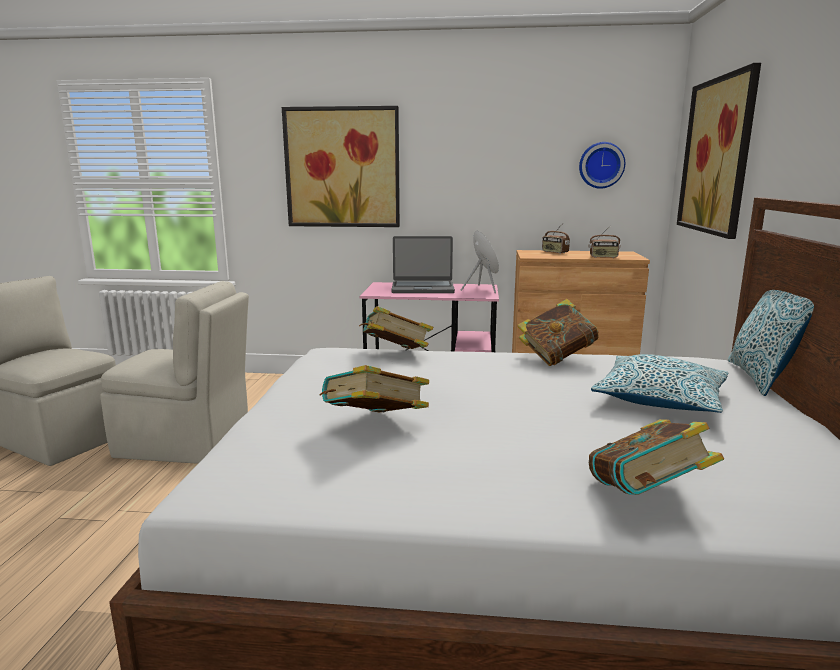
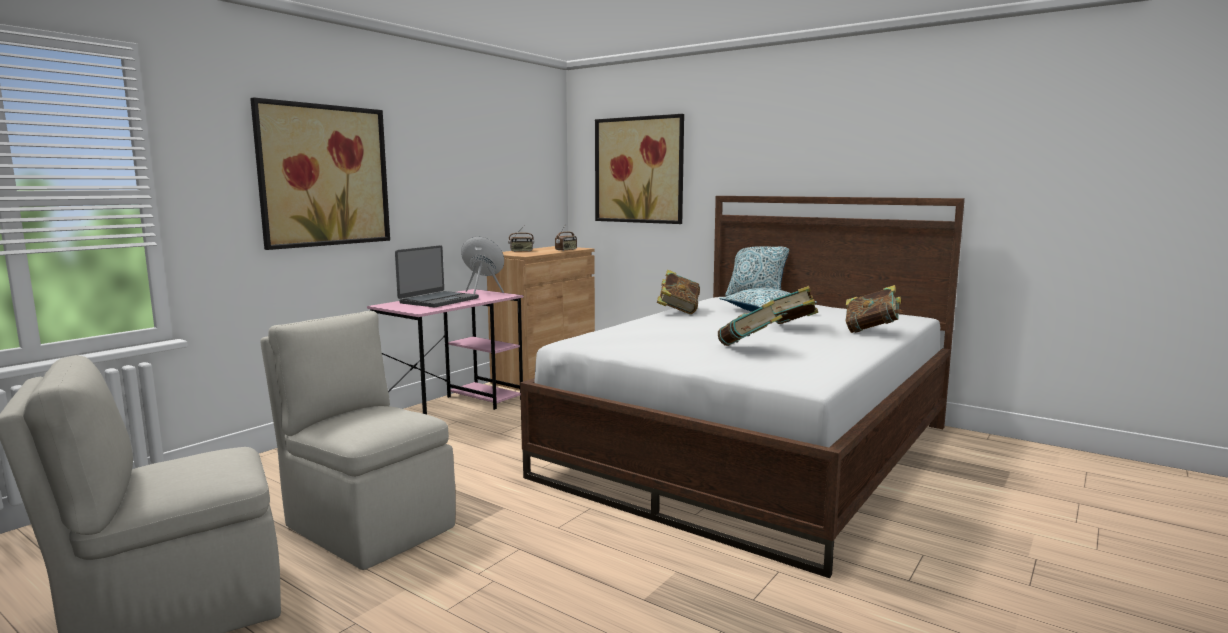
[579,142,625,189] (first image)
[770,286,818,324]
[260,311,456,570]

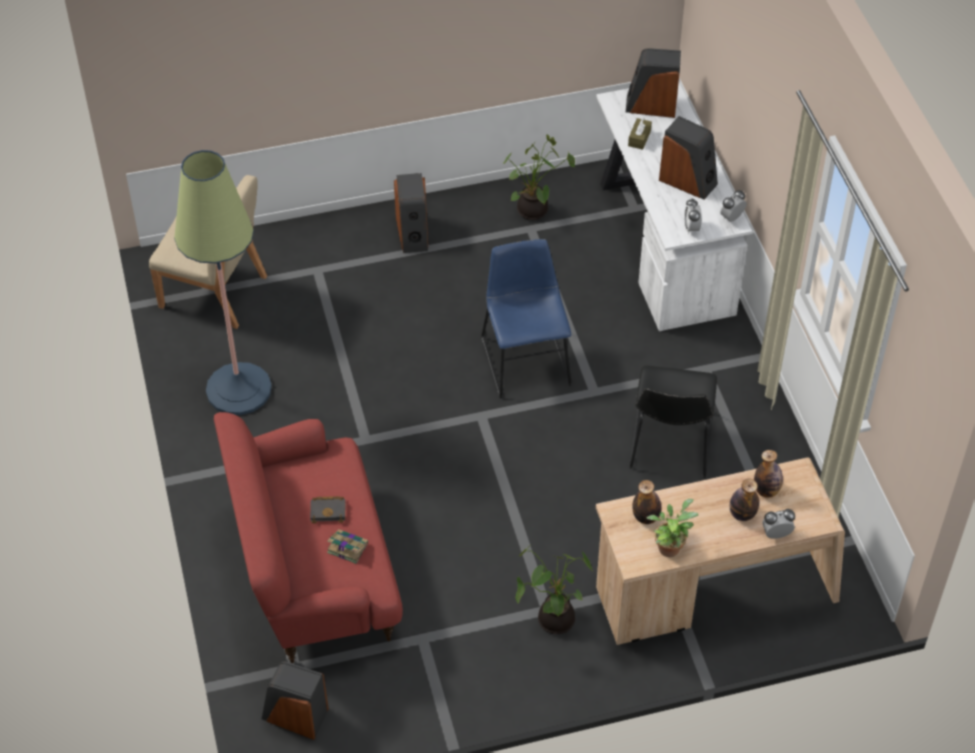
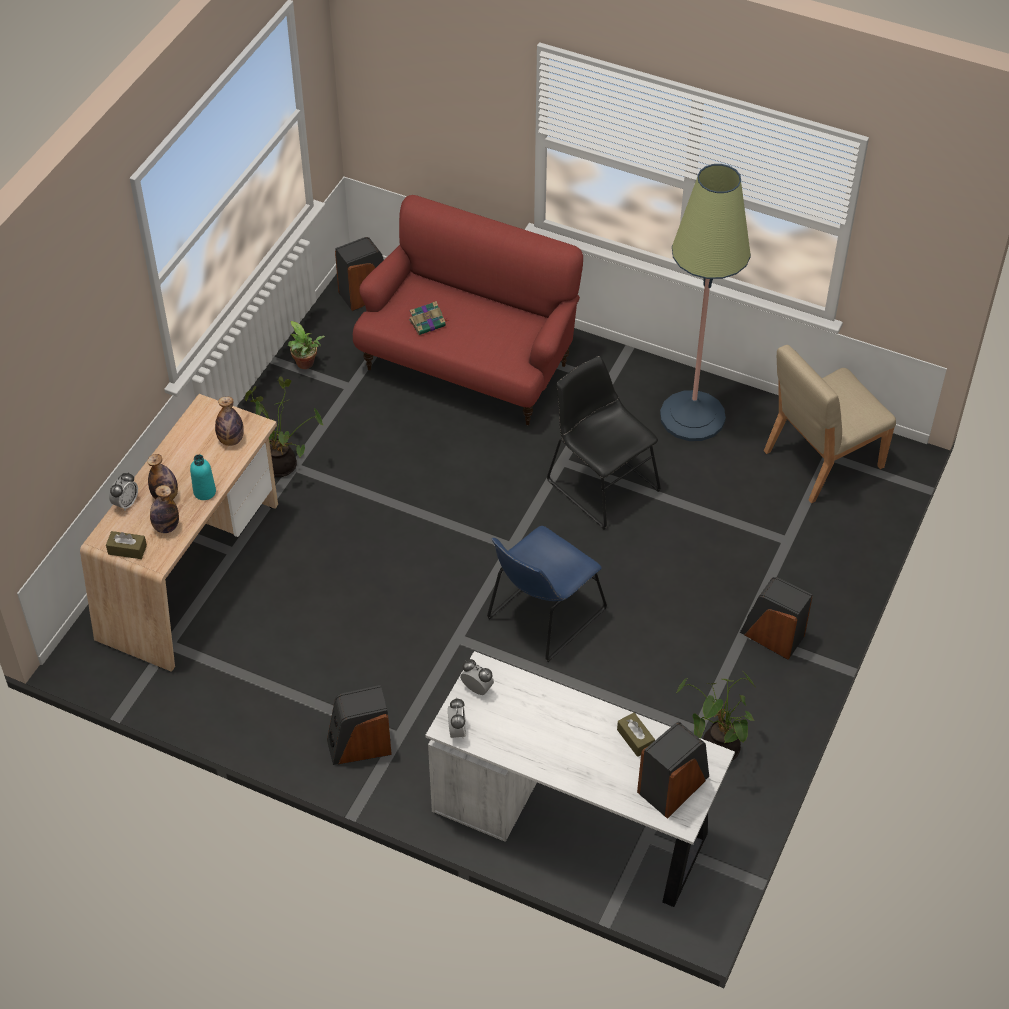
[310,496,345,524] (first image)
[106,531,147,559]
[190,454,216,500]
[547,356,661,529]
[288,321,325,369]
[327,685,392,765]
[487,526,607,662]

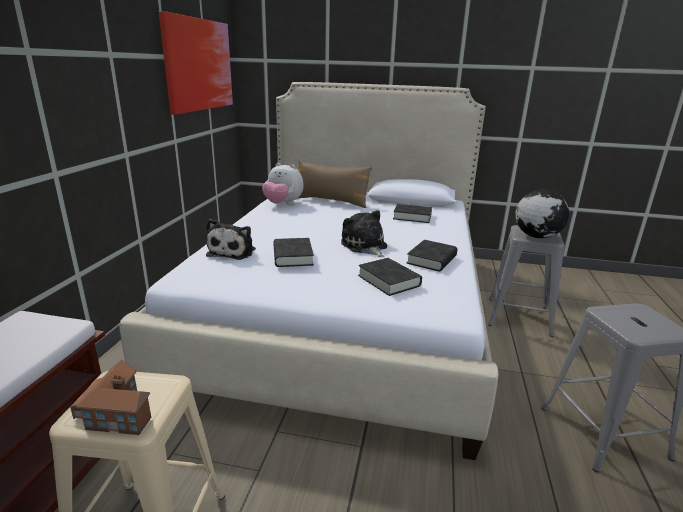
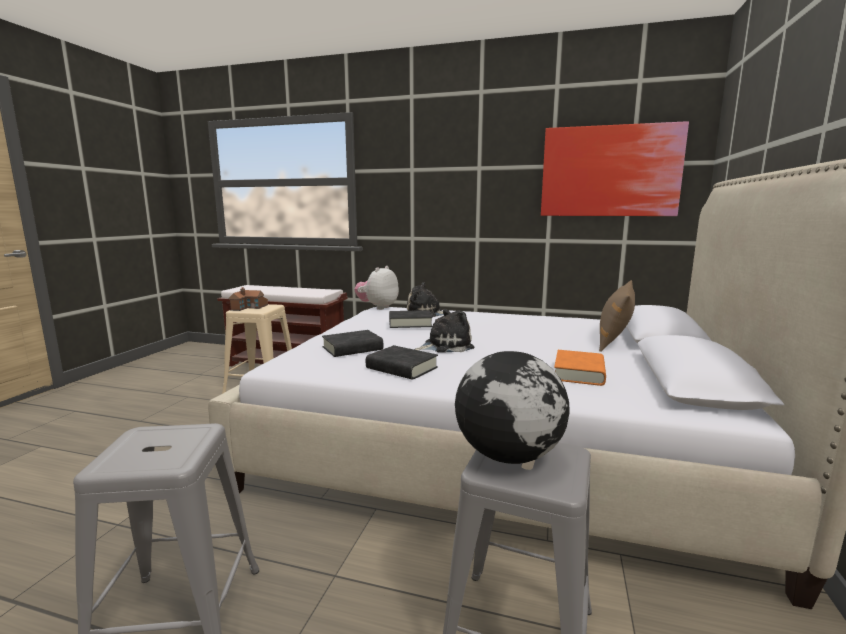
[355,266,399,310]
[554,350,606,386]

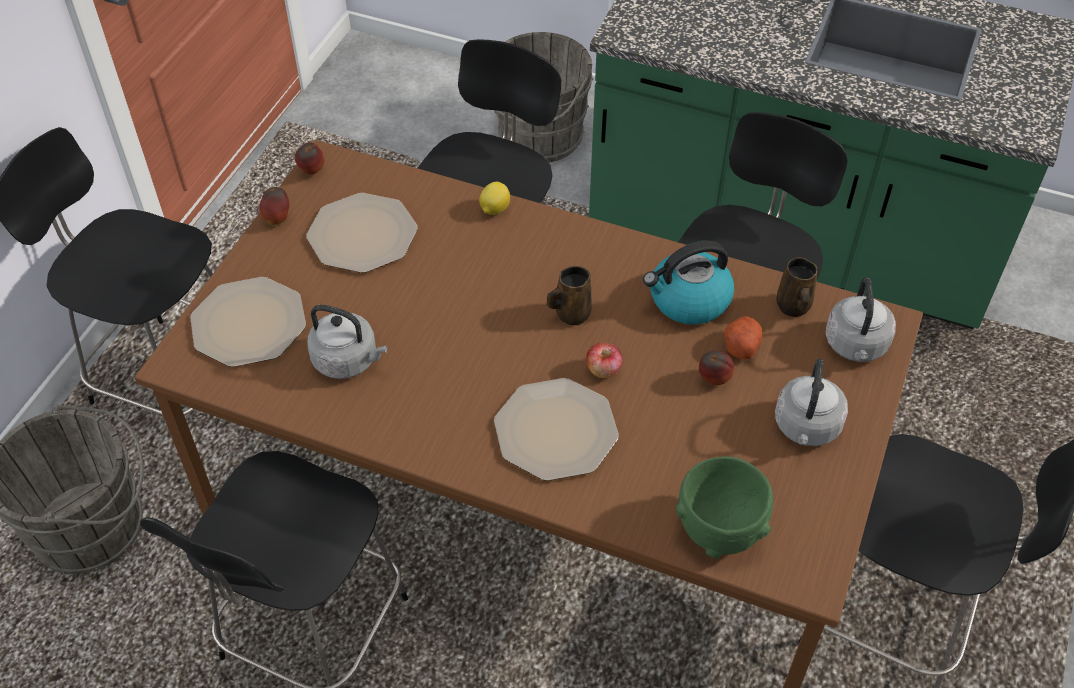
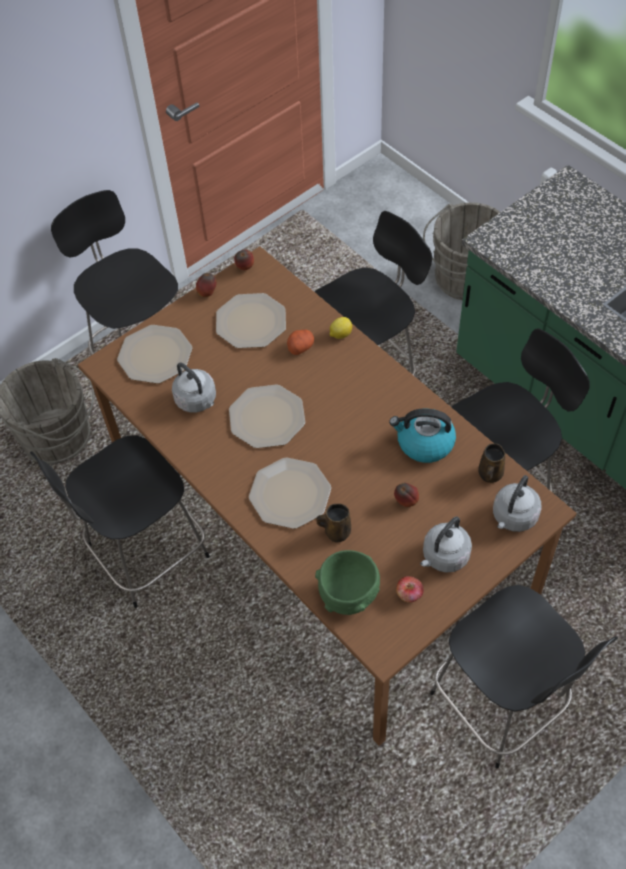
[229,384,305,448]
[317,503,351,543]
[396,576,424,603]
[287,329,314,355]

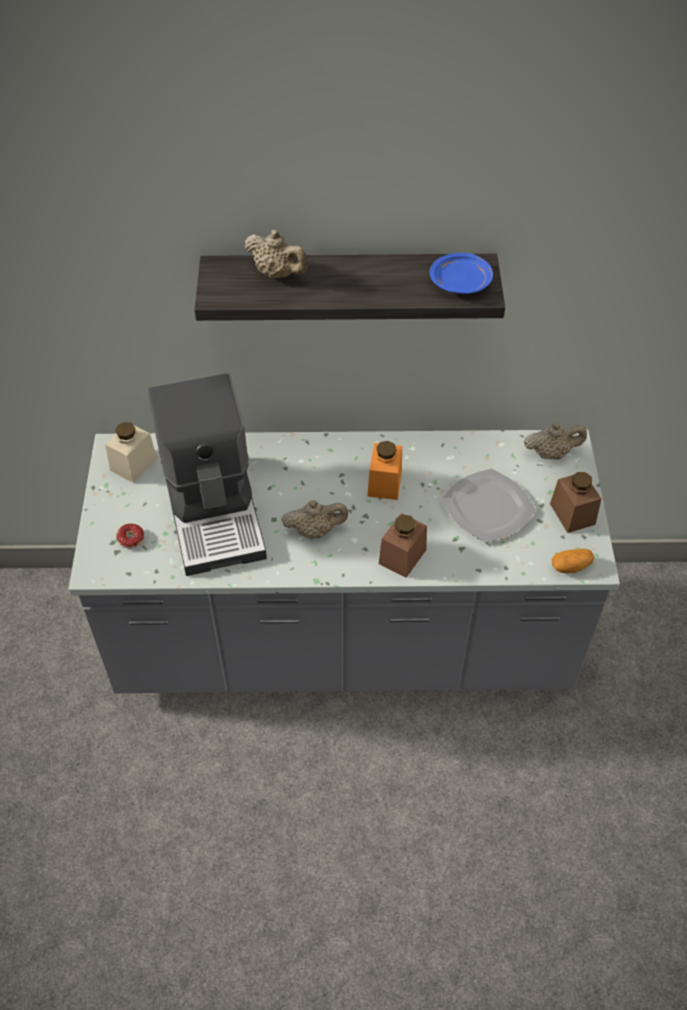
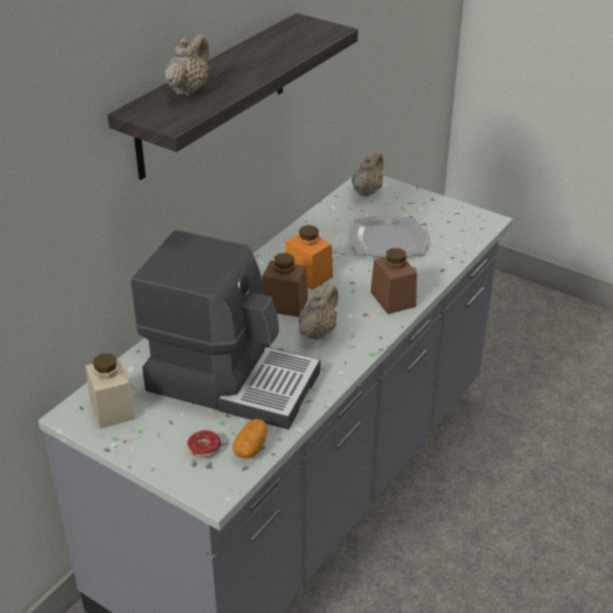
[430,253,493,294] (first image)
[262,253,308,317]
[232,419,267,459]
[165,34,209,96]

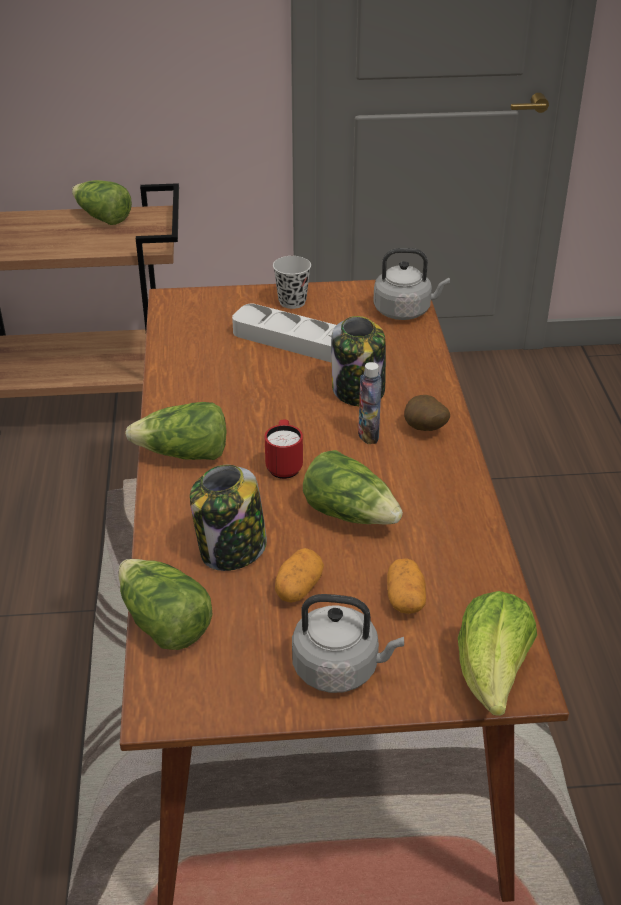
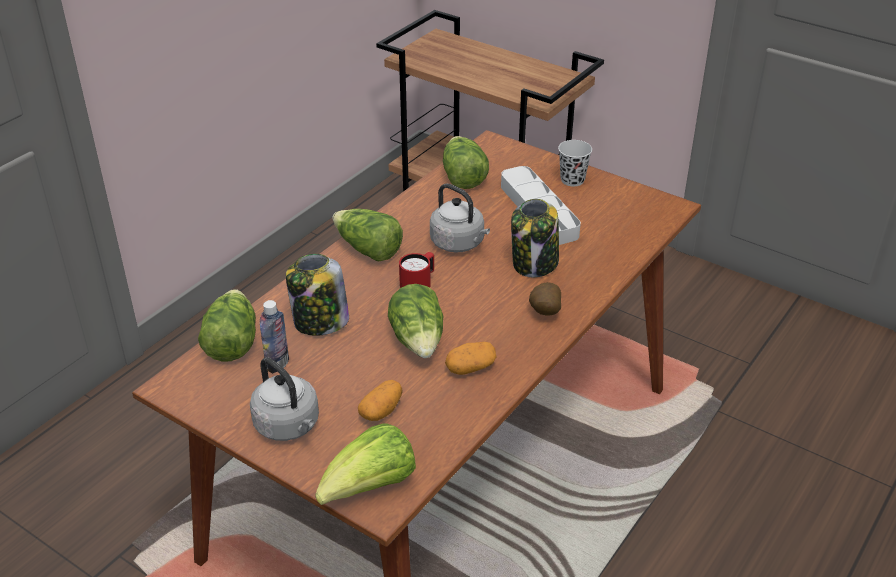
[443,136,489,189]
[445,342,497,375]
[260,300,289,373]
[430,183,490,253]

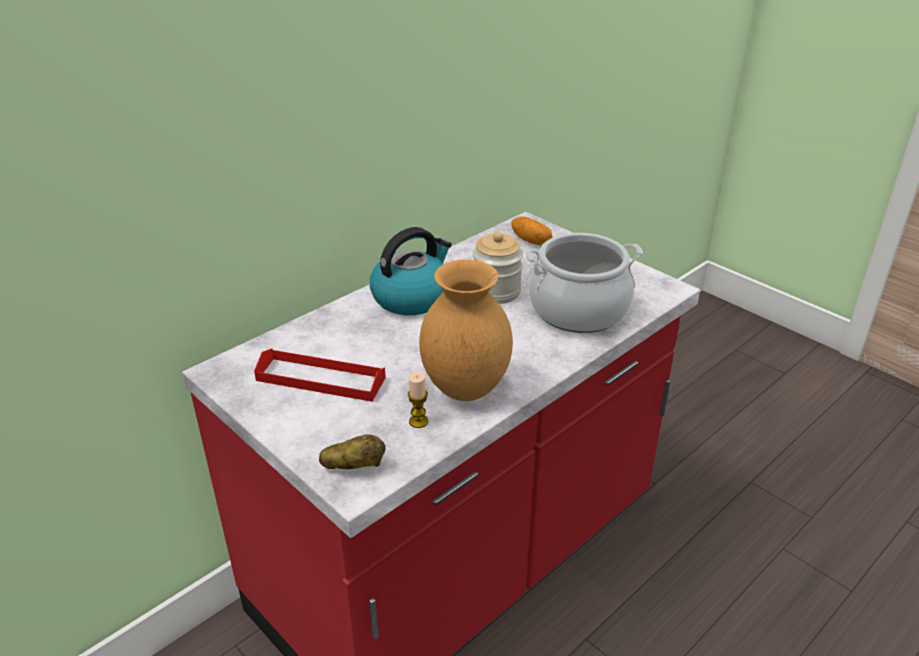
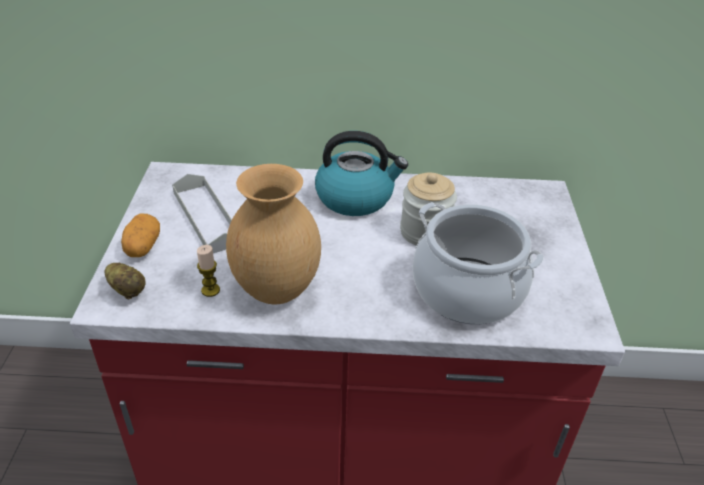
[121,213,160,257]
[172,174,232,253]

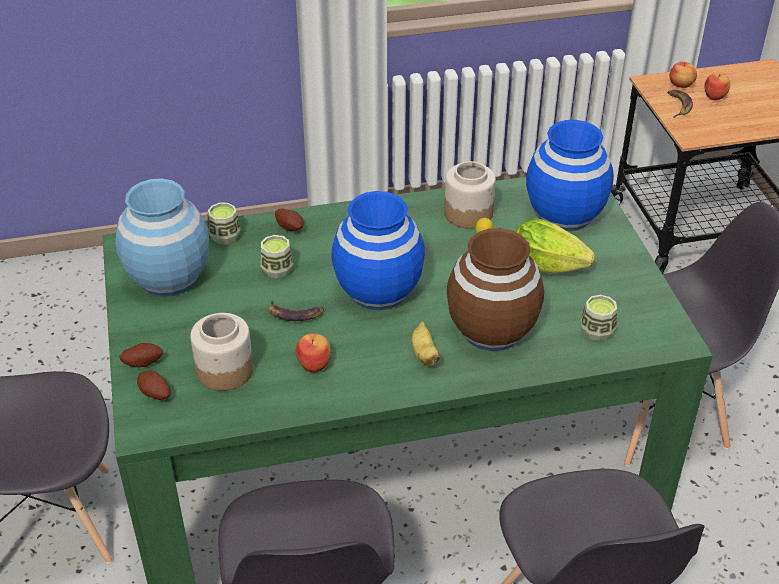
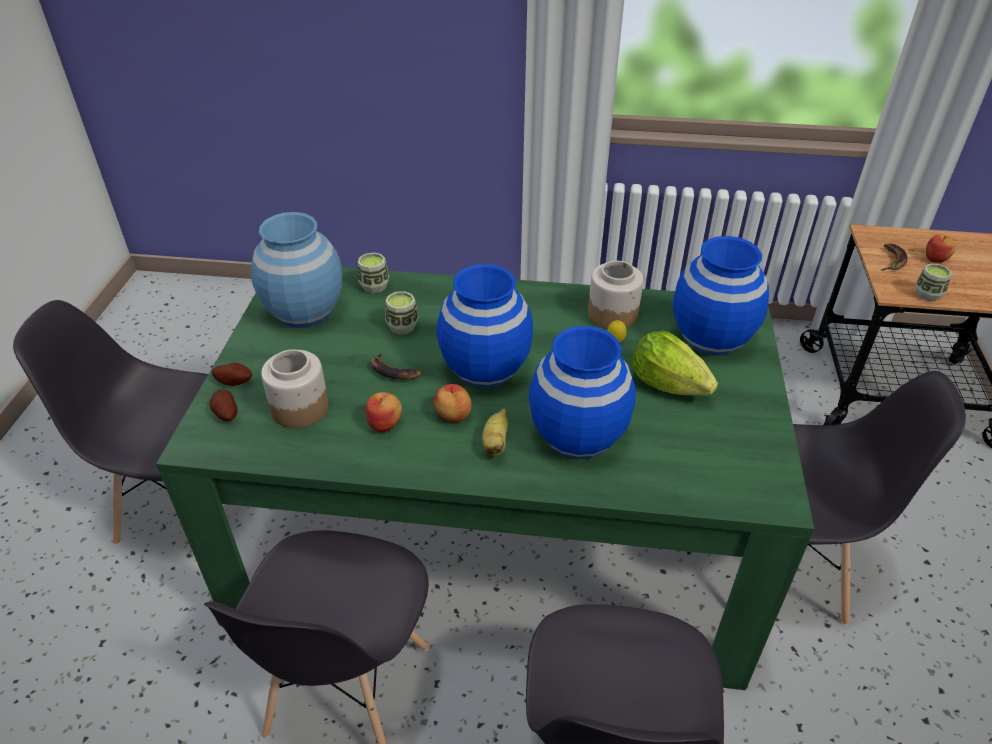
[275,209,304,231] (first image)
[916,264,952,301]
[434,384,472,423]
[529,326,636,460]

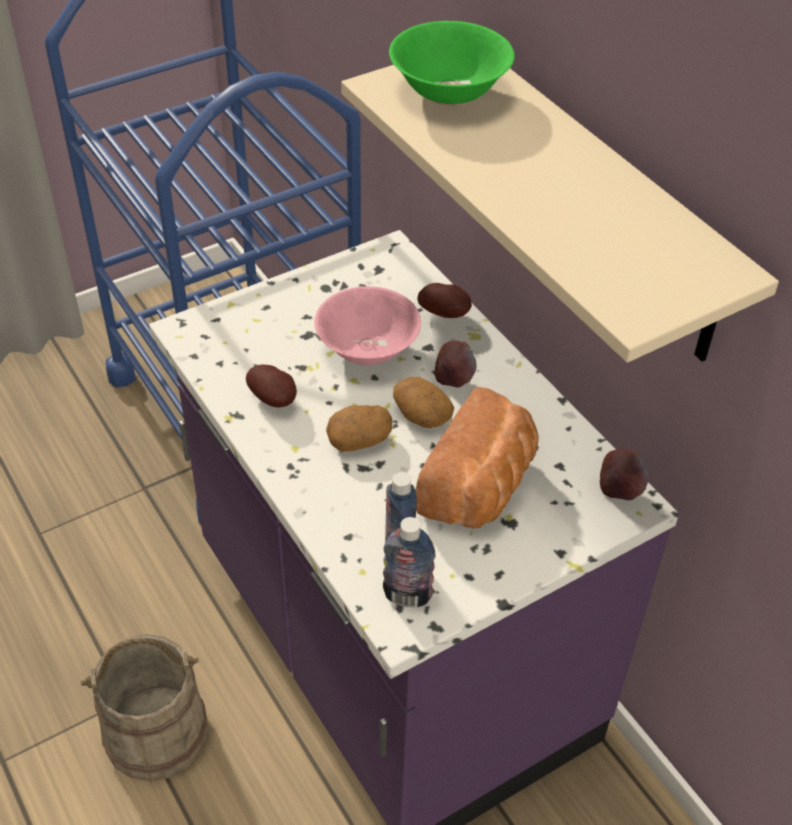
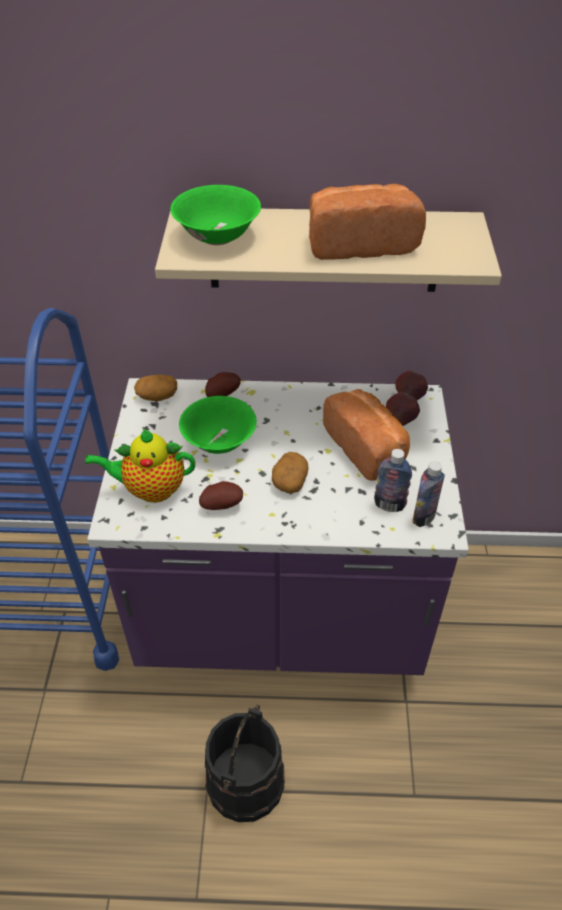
[85,429,195,503]
[309,184,426,260]
[134,375,177,401]
[386,392,420,426]
[205,705,285,822]
[179,396,257,454]

